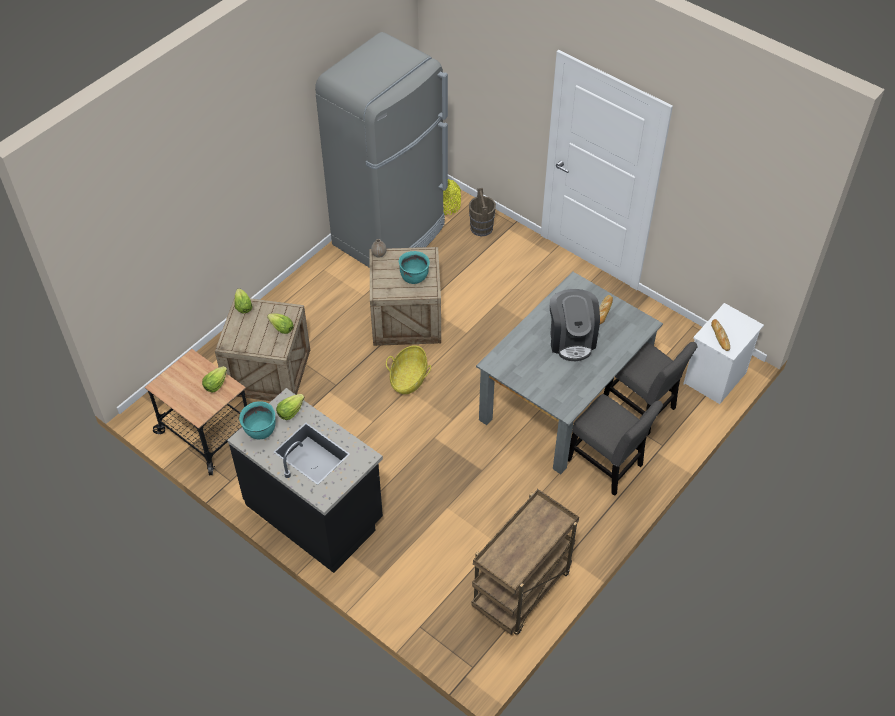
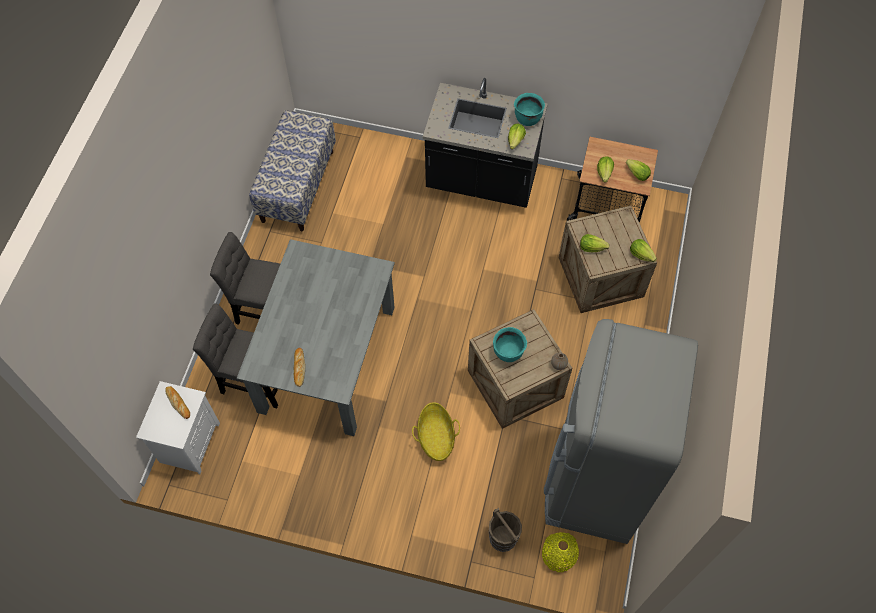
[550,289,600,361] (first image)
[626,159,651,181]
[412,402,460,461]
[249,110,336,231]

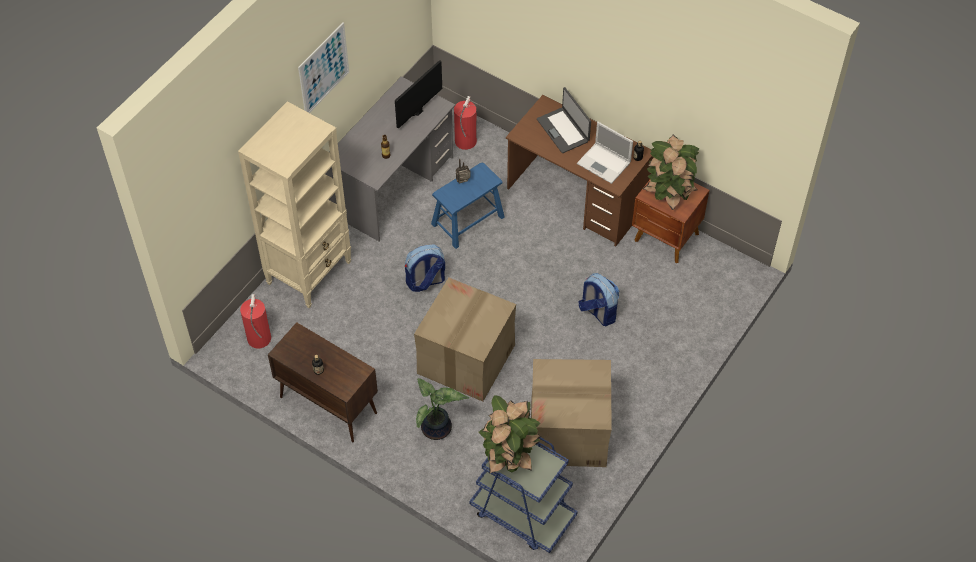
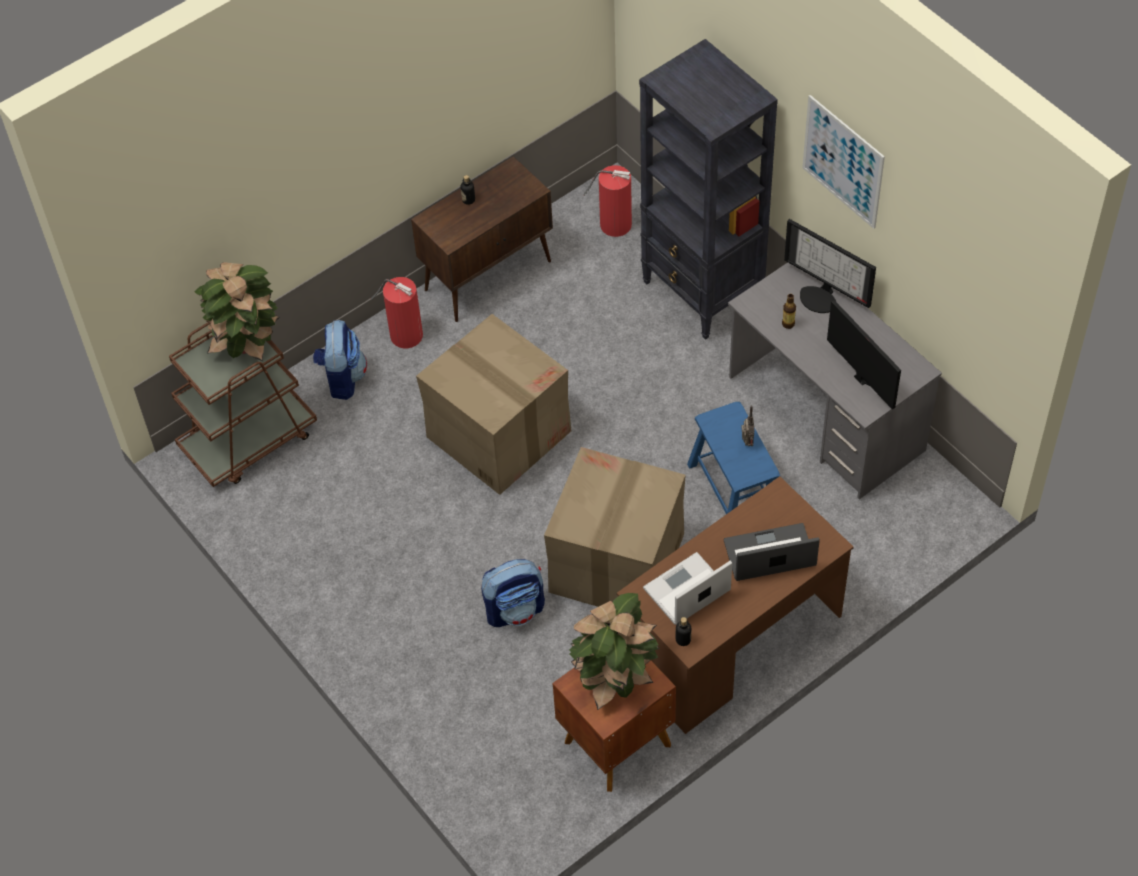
[416,378,469,440] (first image)
[784,219,876,313]
[313,320,367,400]
[371,277,423,348]
[544,447,686,607]
[639,39,778,340]
[169,322,317,487]

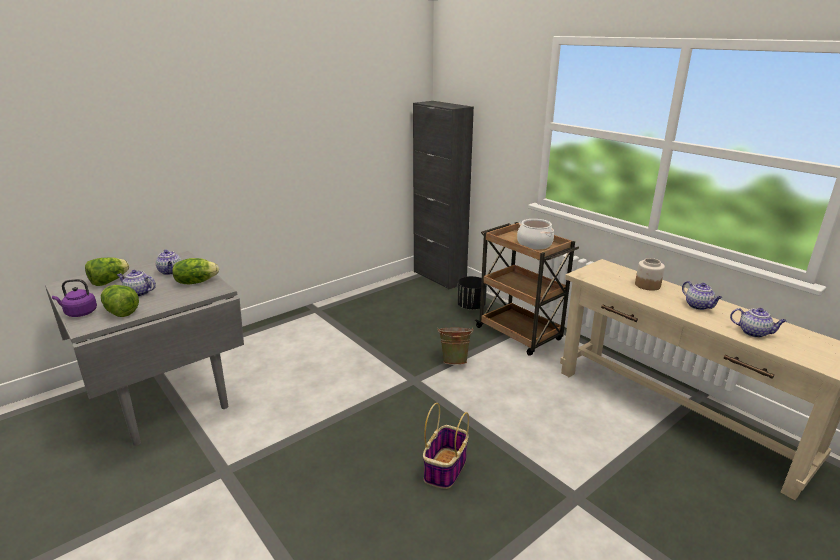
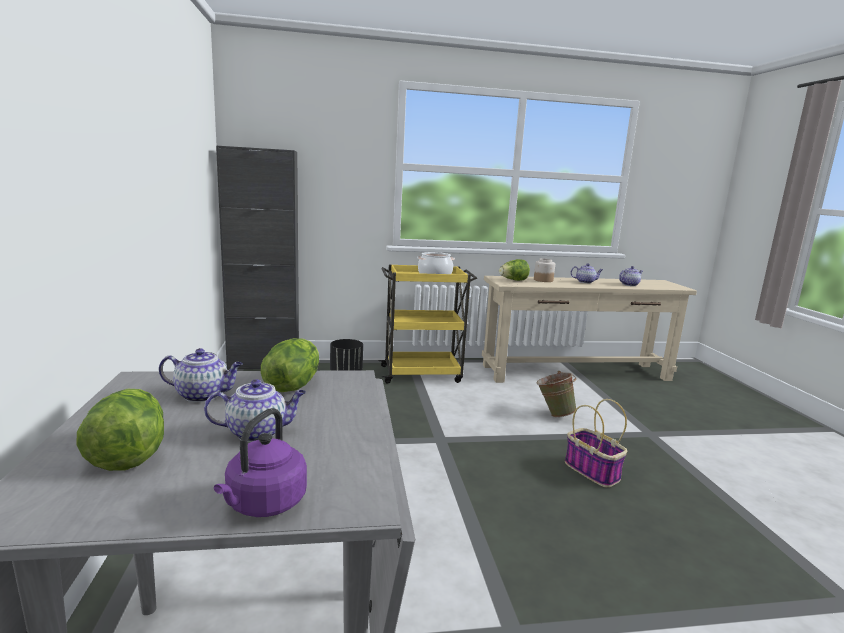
[499,259,530,281]
[536,371,576,417]
[378,264,477,384]
[204,379,306,442]

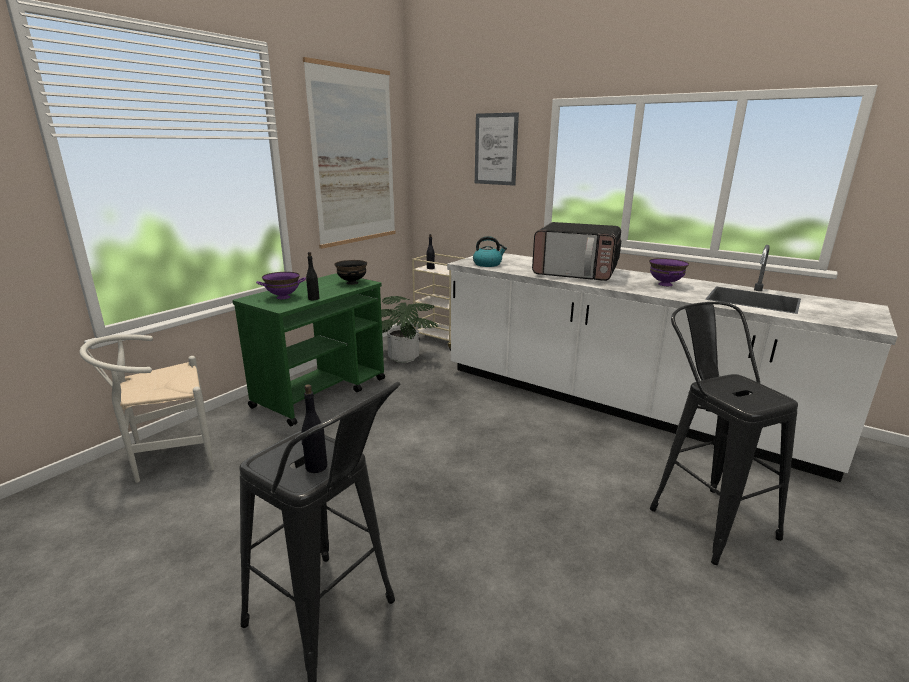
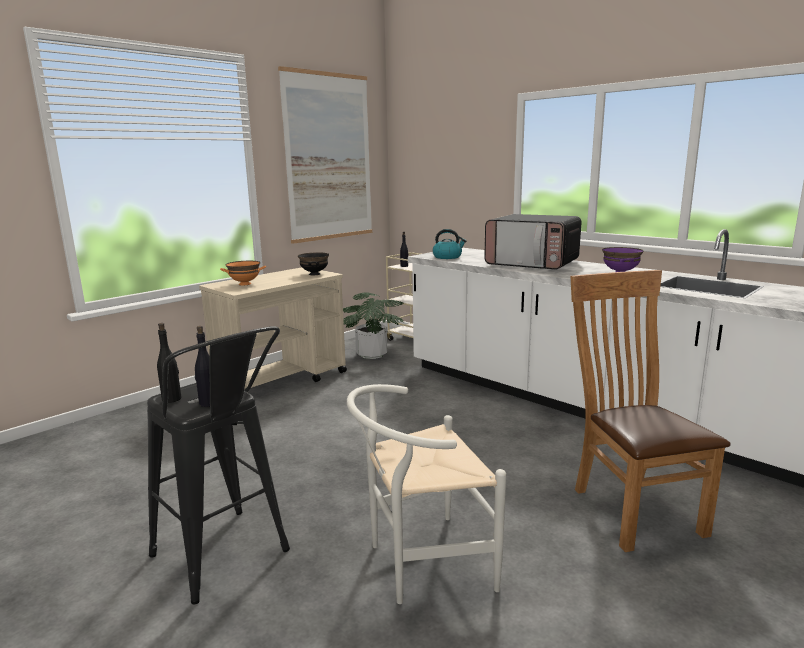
[475,112,519,186] (first image)
[347,384,506,604]
[157,323,181,403]
[570,270,731,552]
[199,267,347,389]
[220,261,266,285]

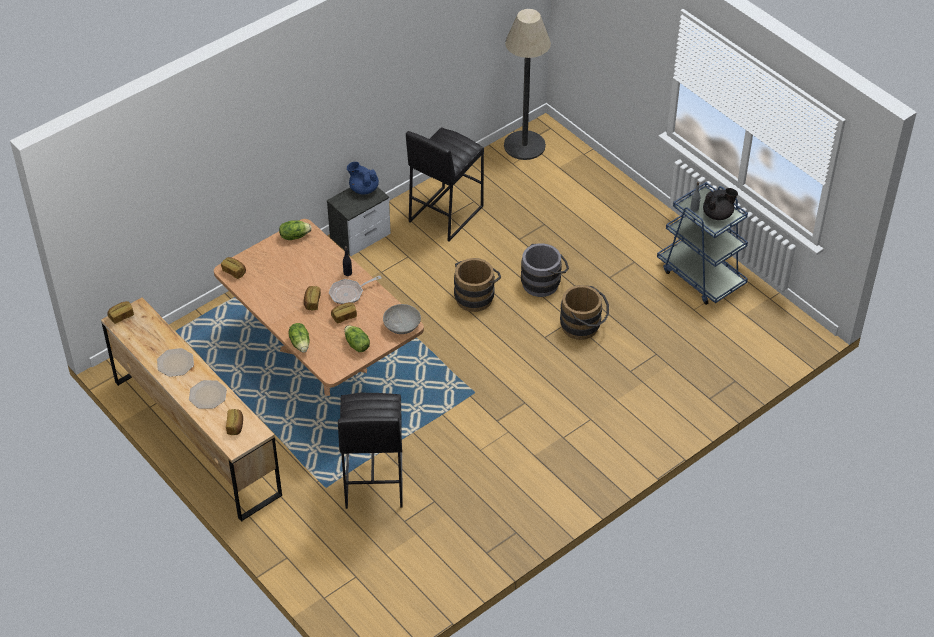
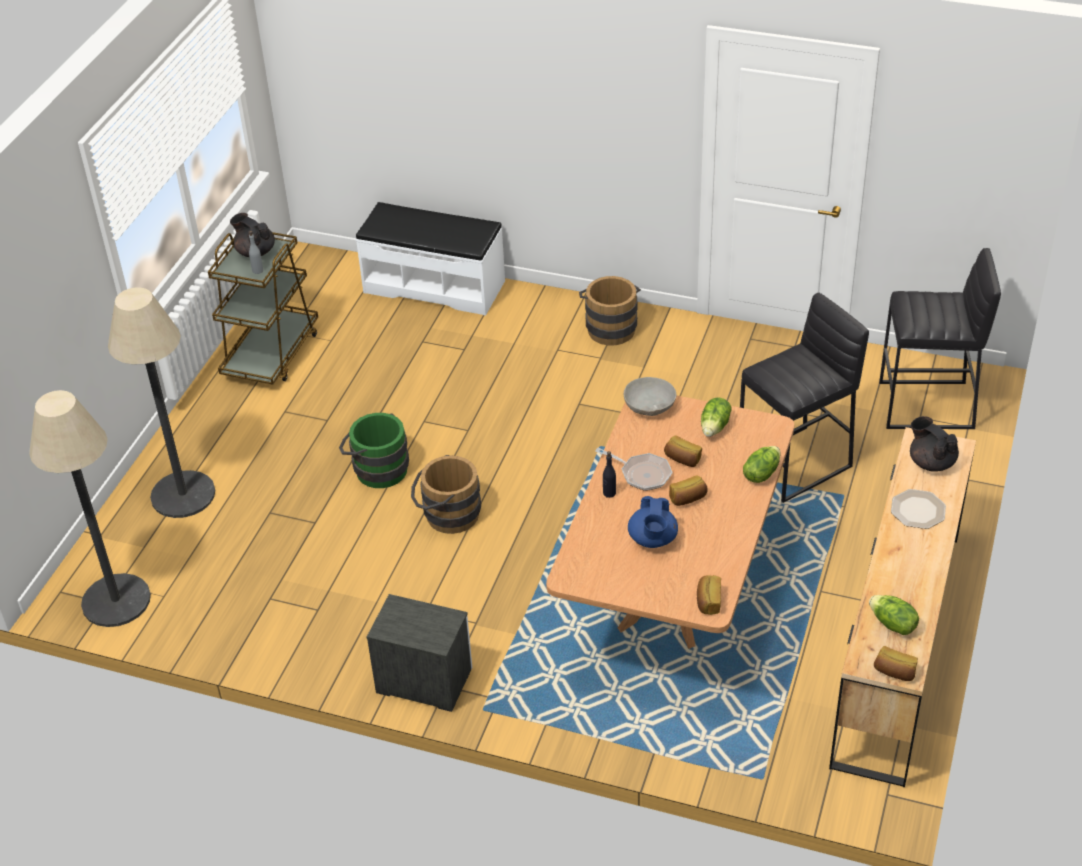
[157,348,194,377] (first image)
[108,287,215,518]
[355,202,505,316]
[869,595,919,635]
[628,496,678,548]
[879,248,1001,429]
[579,276,641,346]
[910,416,959,472]
[339,413,409,488]
[208,232,318,385]

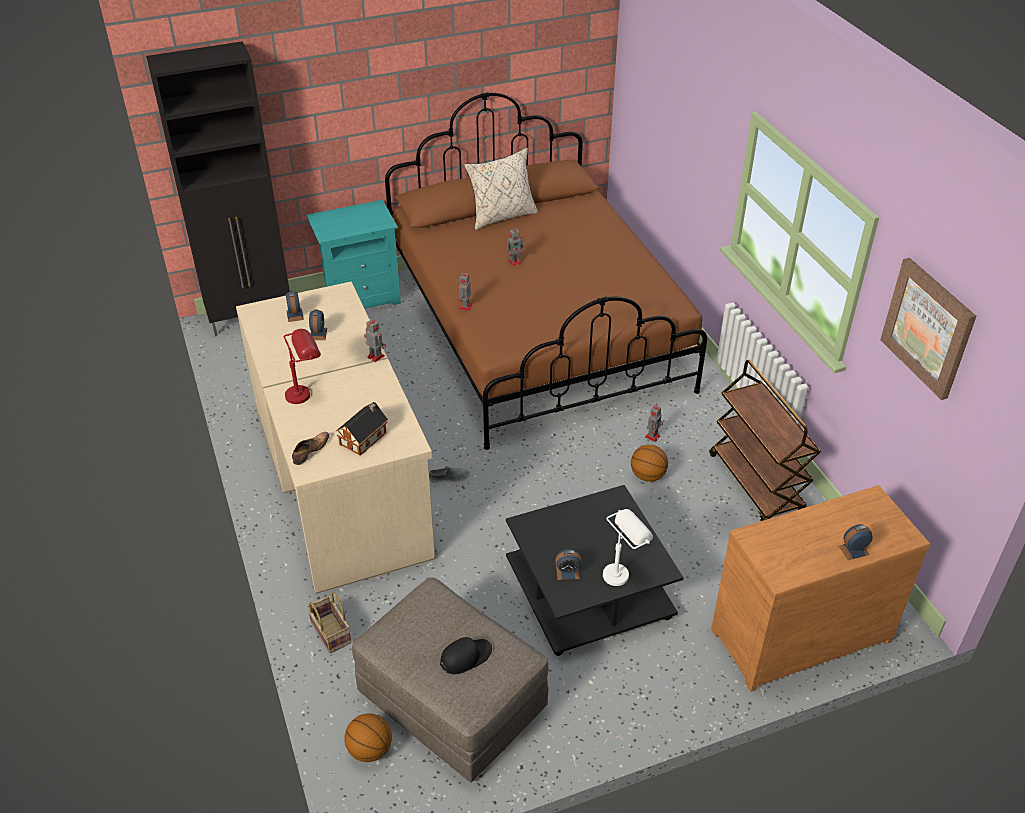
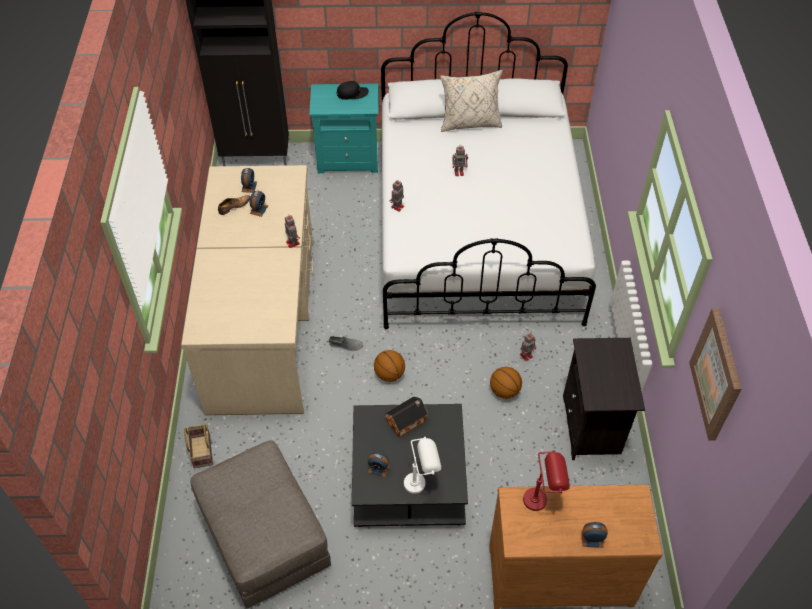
[523,450,570,511]
[218,195,250,215]
[385,396,428,437]
[374,350,405,382]
[336,81,369,100]
[563,338,645,460]
[381,12,596,329]

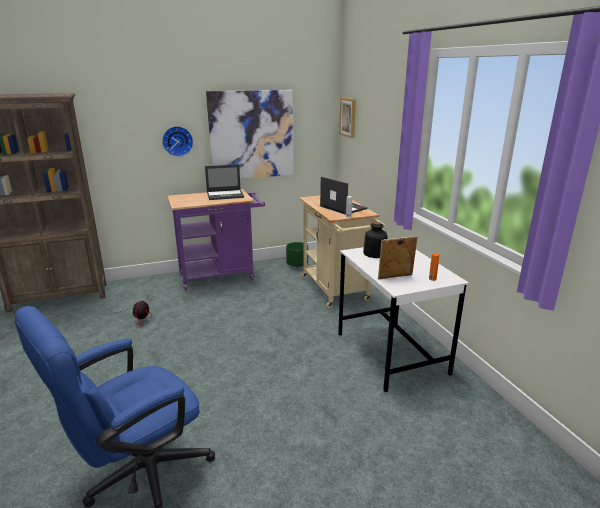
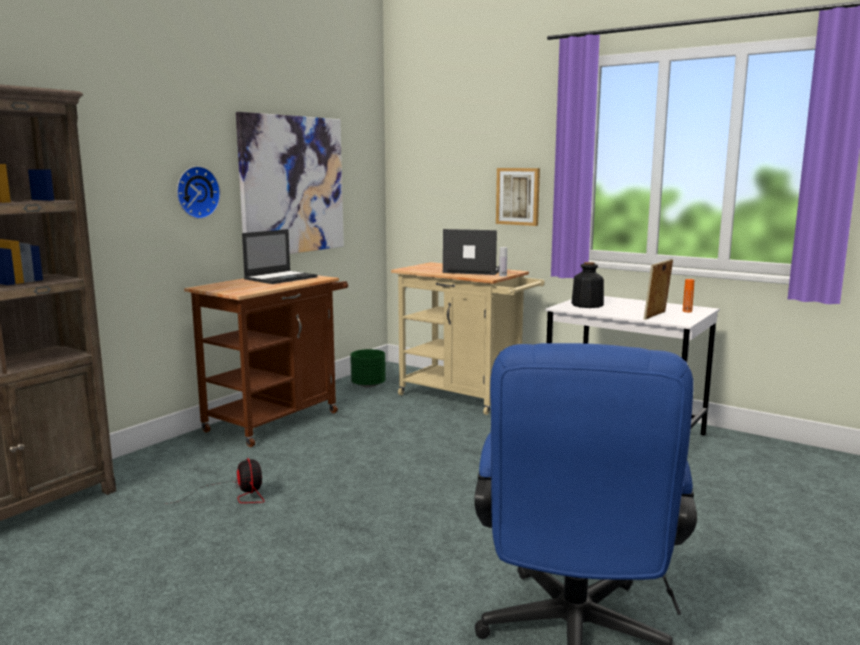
[496,168,540,226]
[184,275,348,447]

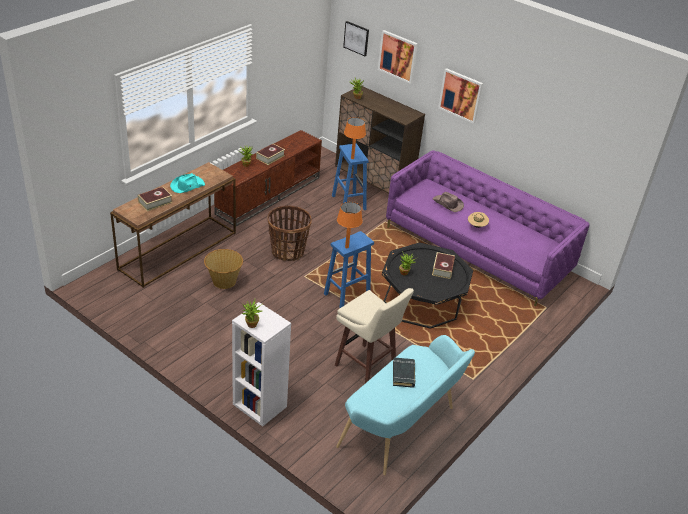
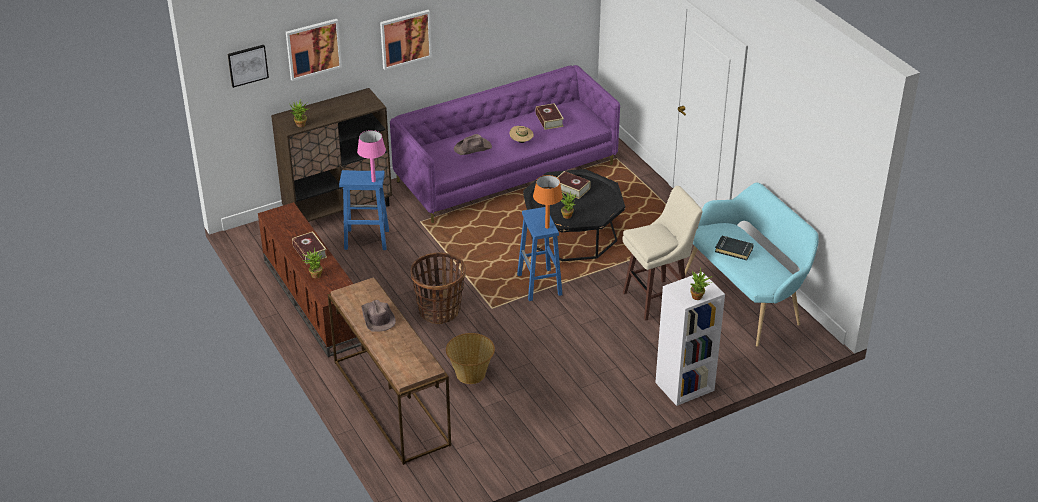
[535,103,564,130]
[361,300,396,332]
[357,130,386,182]

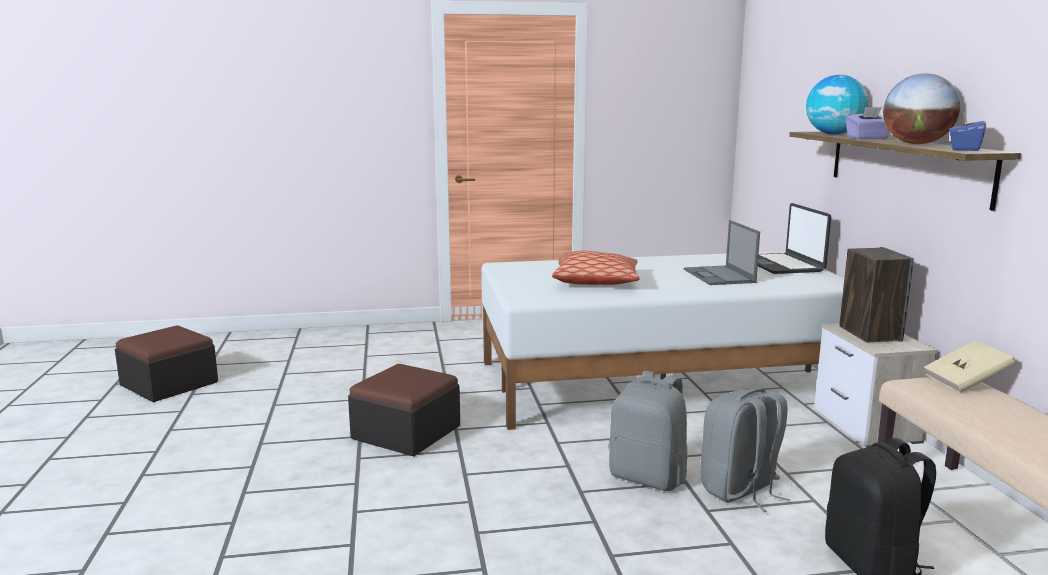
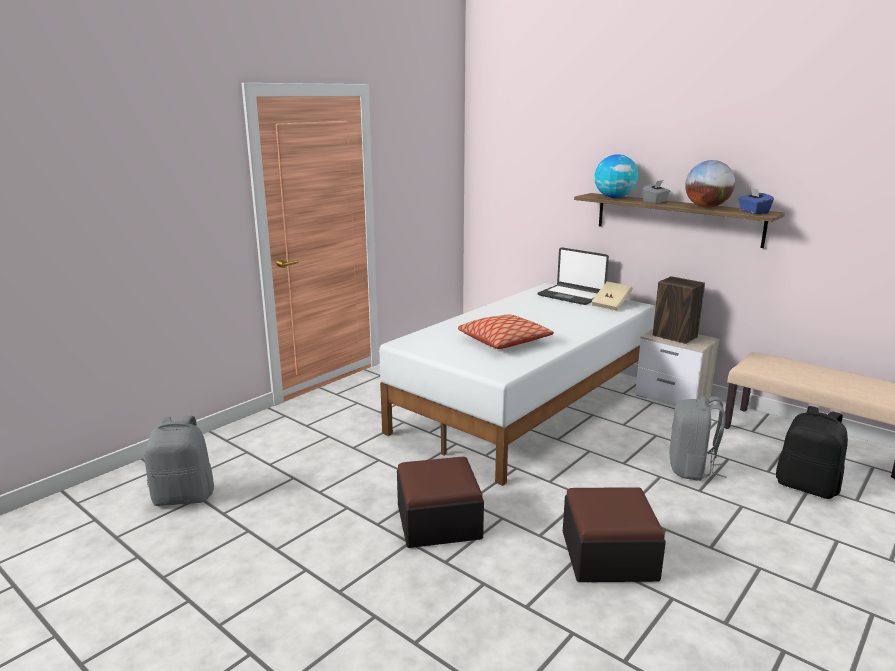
[684,220,760,285] (first image)
[563,487,666,582]
[144,416,214,506]
[591,282,633,311]
[642,180,670,204]

